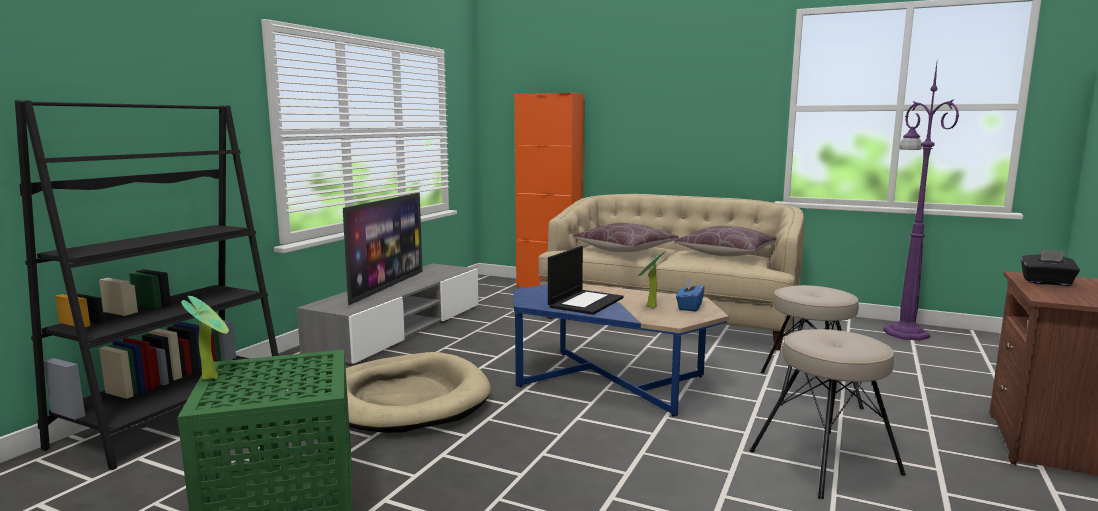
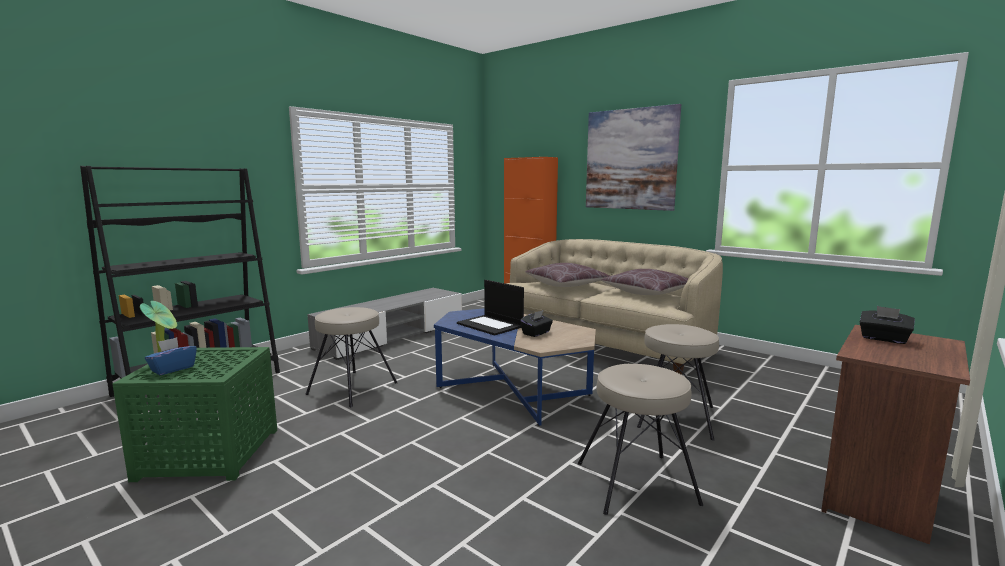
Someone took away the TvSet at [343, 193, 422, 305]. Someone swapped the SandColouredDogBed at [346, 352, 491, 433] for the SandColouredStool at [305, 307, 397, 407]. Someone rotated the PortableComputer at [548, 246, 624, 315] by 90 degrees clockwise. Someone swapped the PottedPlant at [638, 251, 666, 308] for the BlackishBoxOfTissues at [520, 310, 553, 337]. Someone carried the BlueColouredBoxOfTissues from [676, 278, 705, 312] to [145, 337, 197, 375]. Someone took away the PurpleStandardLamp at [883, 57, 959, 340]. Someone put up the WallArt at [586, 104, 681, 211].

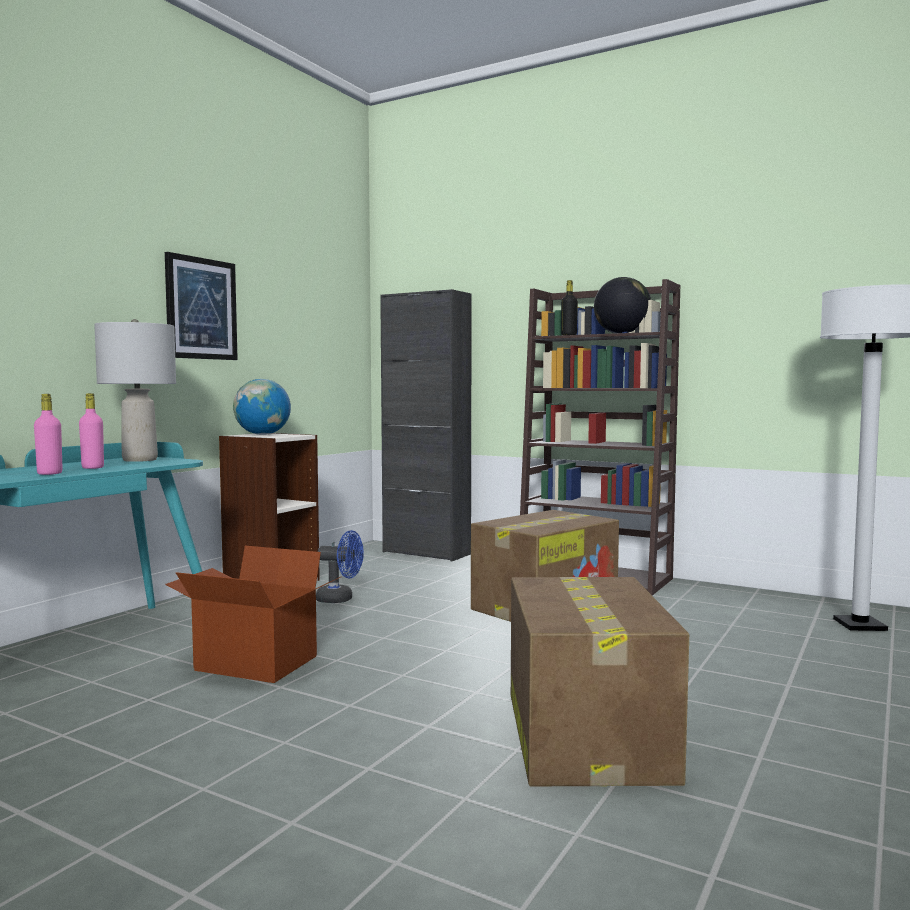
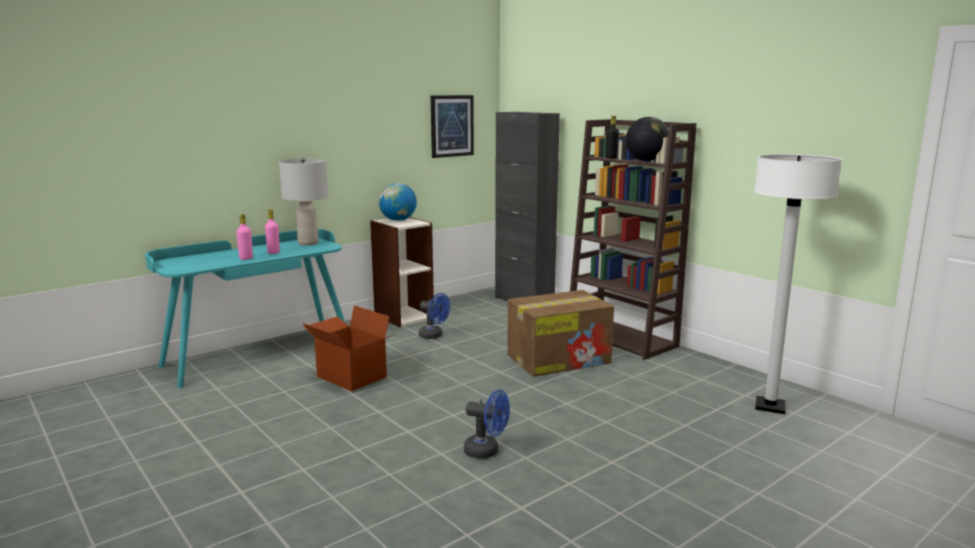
Someone carried the WallArt from [165, 252, 238, 360] to [431, 95, 474, 158]. Someone swapped the Carton at [511, 577, 689, 786] for the BlueColouredCoolingFan at [464, 389, 510, 459].

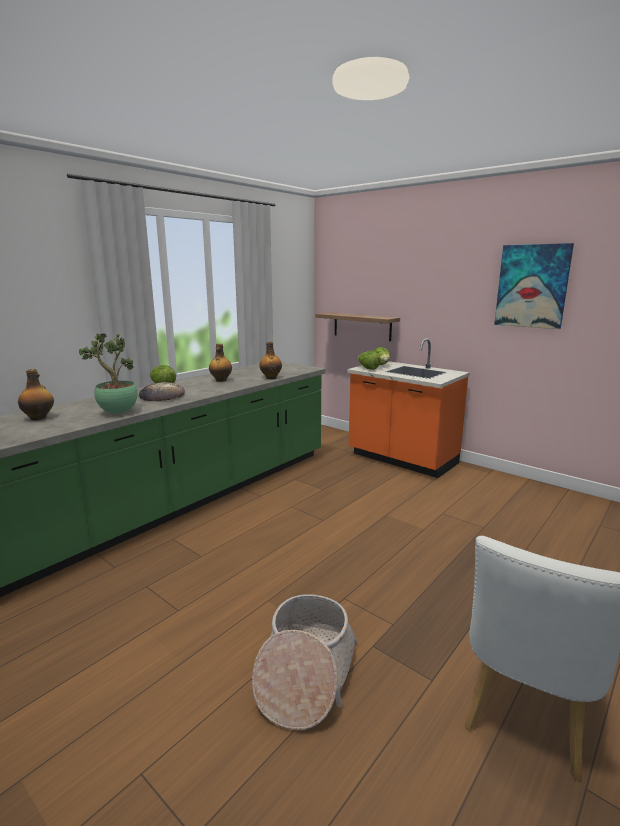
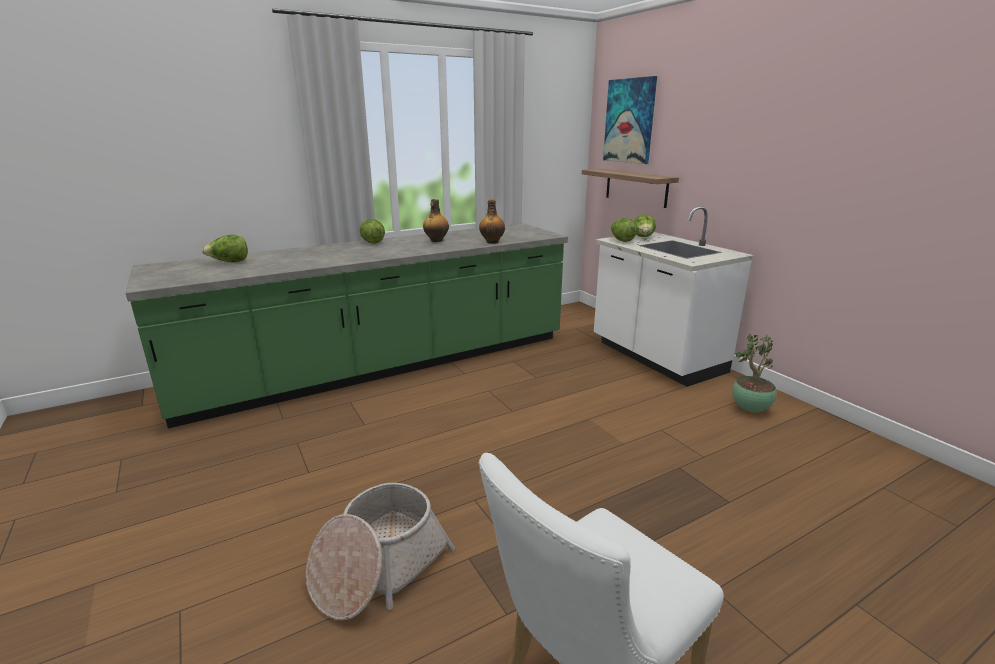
Someone swapped the Bottle at [18, 369, 54, 420] for the LettuceHead at [202, 235, 248, 263]. Someone carried the PottedPlant from [79, 333, 138, 414] to [732, 334, 776, 412]. Someone took away the BakeryBread at [139, 382, 185, 401]. Someone repainted the OrangeyKitchenCounter at [347, 338, 470, 478], which became the WhitishKitchenCounter at [594, 206, 754, 387]. Someone carried the WallArt from [494, 243, 574, 329] to [603, 76, 657, 164].

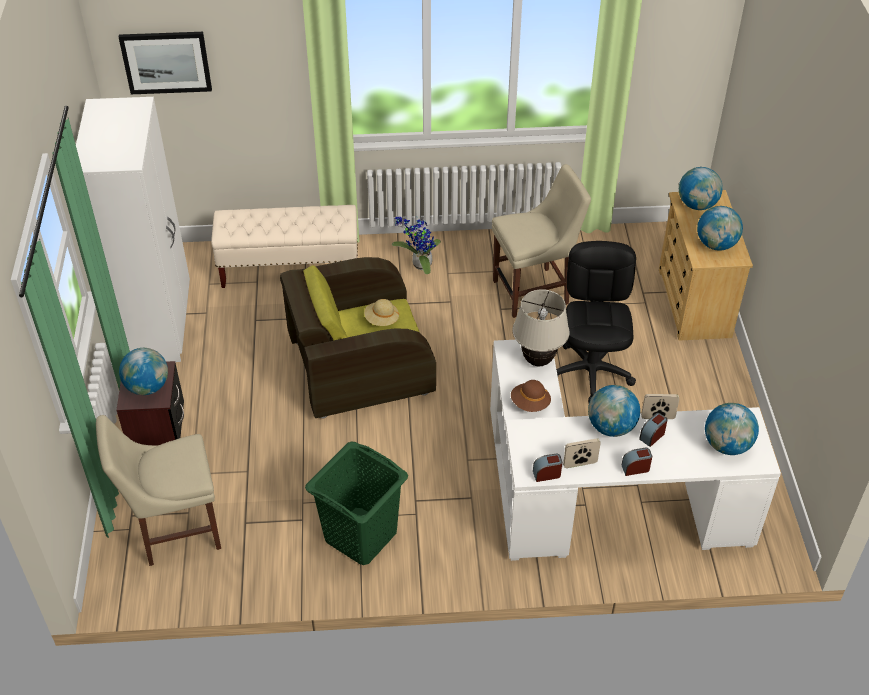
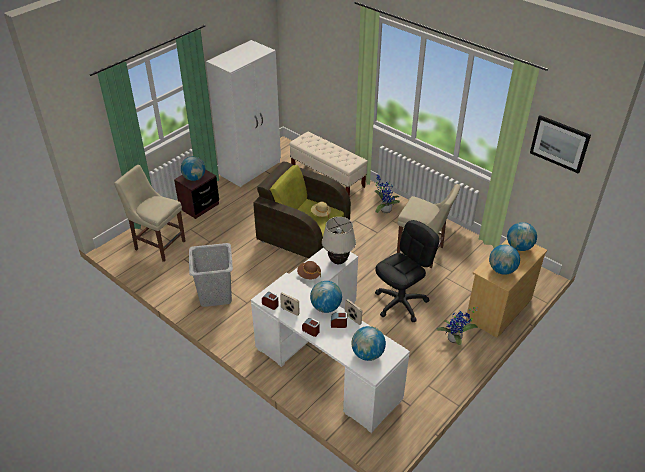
Someone carried the WallArt from [119, 32, 212, 94] to [530, 115, 591, 173]. Someone repainted the GreenishWashingBasket at [305, 442, 408, 565], which became the GreyWashingBasket at [189, 243, 233, 307]. Someone put down the PottedPlant at [436, 307, 478, 345].

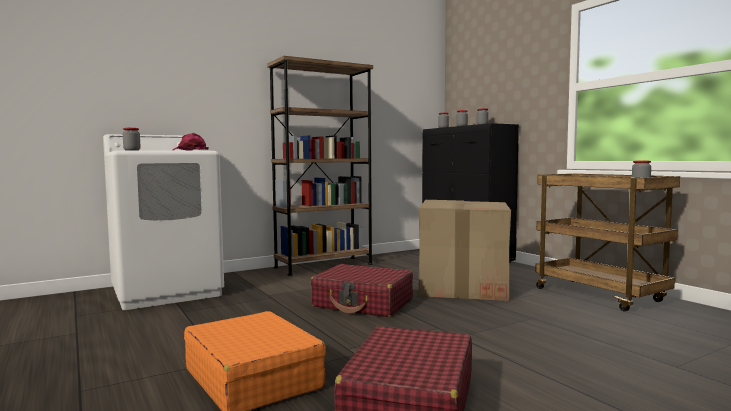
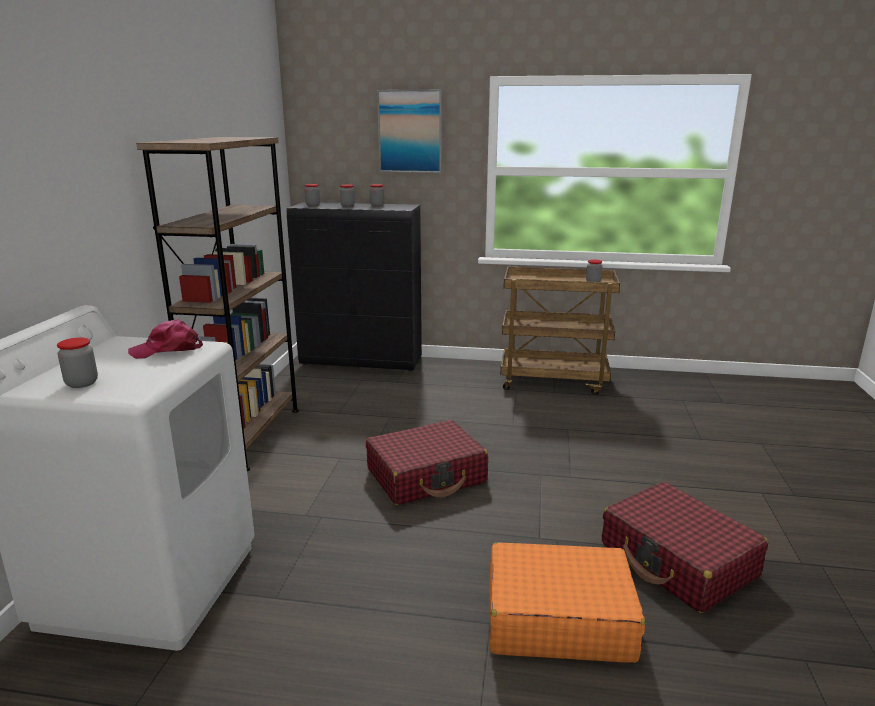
Someone took away the Carton at [418, 200, 511, 301]. Someone put up the WallArt at [377, 89, 442, 173].

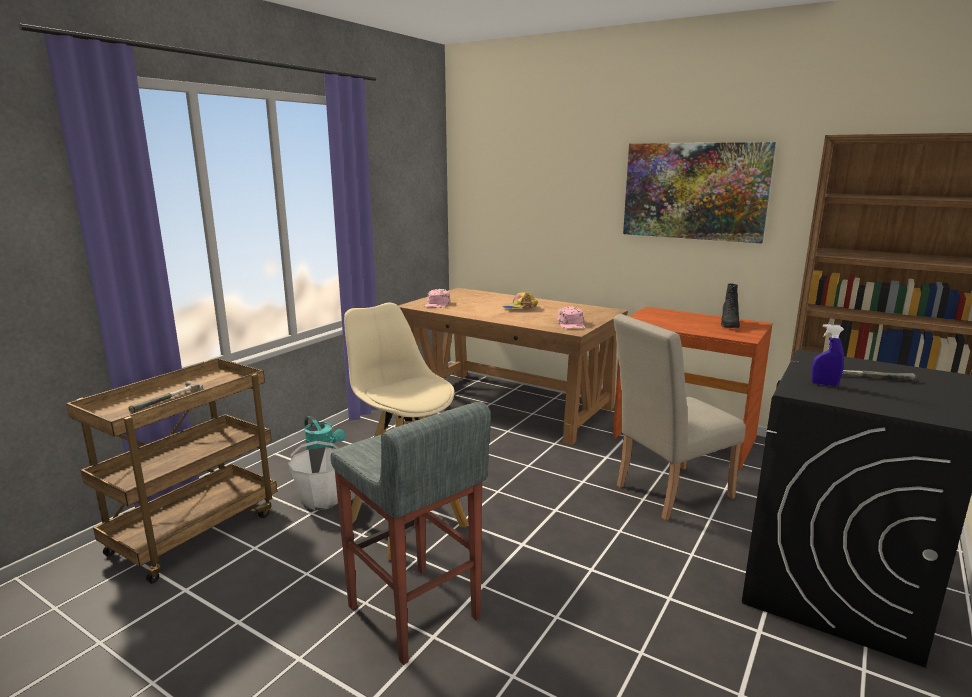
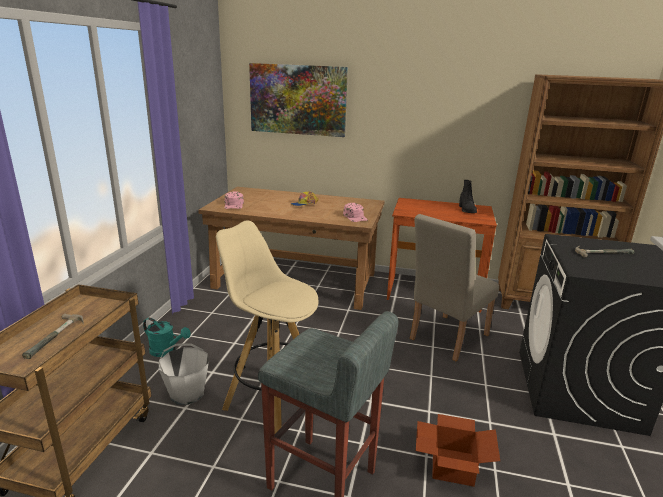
Someone carried the WallArt from [623, 142, 776, 243] to [249, 63, 348, 137]. Someone took away the BlueColouredSprayBottle at [811, 324, 844, 386]. Someone put down the Carton at [416, 414, 500, 487].

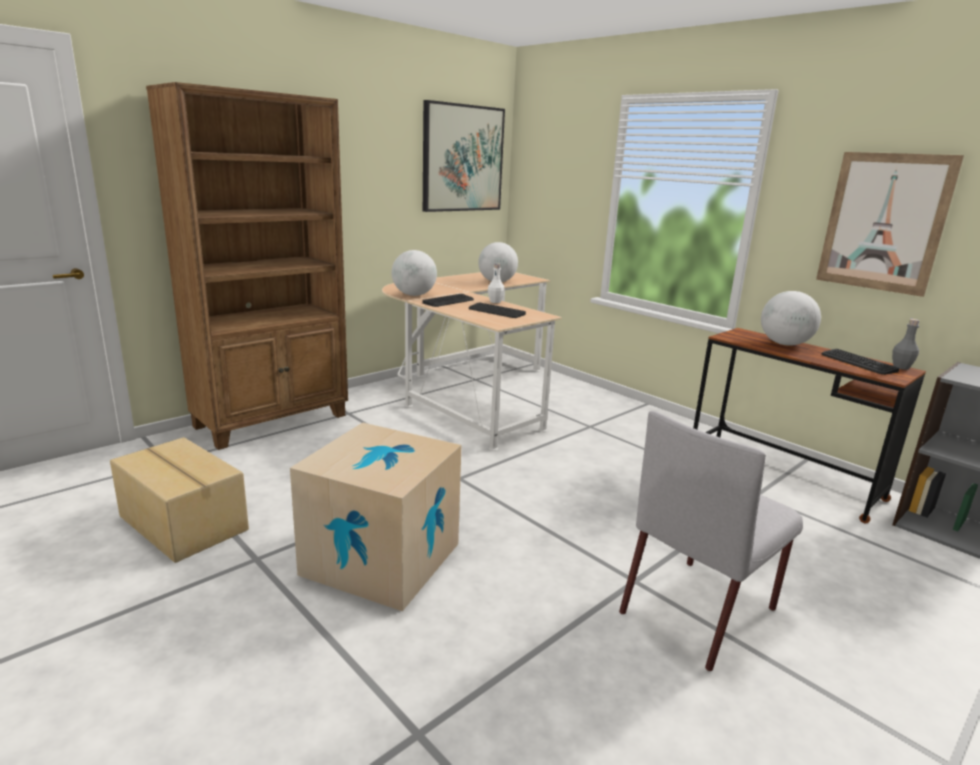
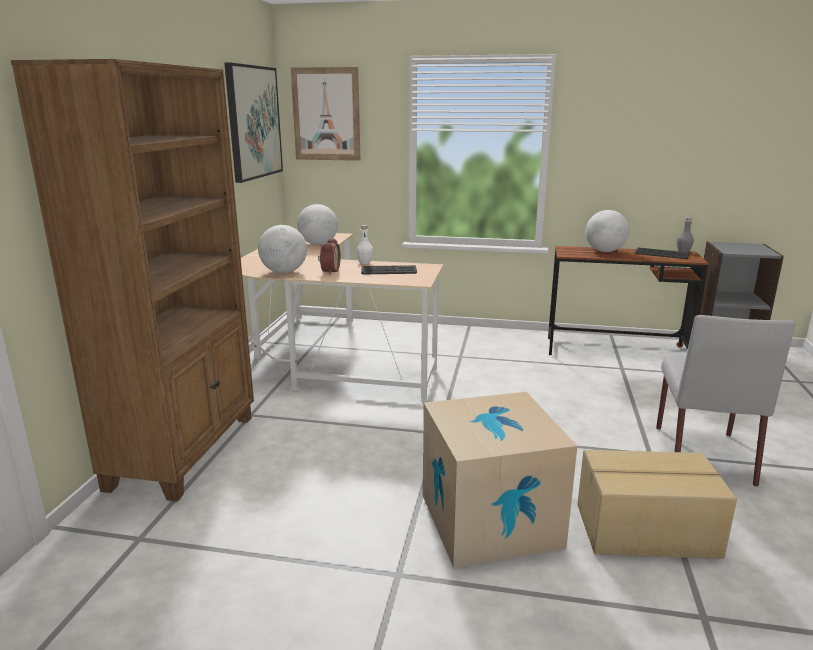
Someone carried the Carton from [110, 437, 249, 563] to [577, 450, 737, 559]. Someone swapped the Keyboard at [423, 294, 474, 307] for the BedsideClock at [318, 238, 341, 274]. Someone carried the WallArt from [816, 152, 964, 297] to [291, 67, 361, 161].

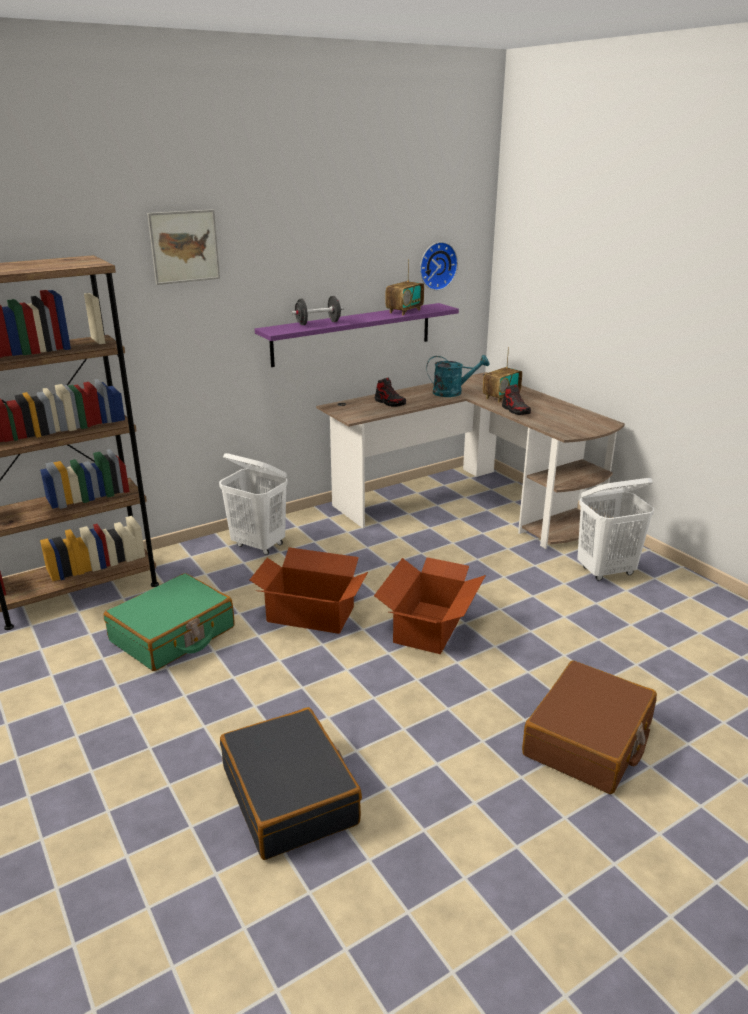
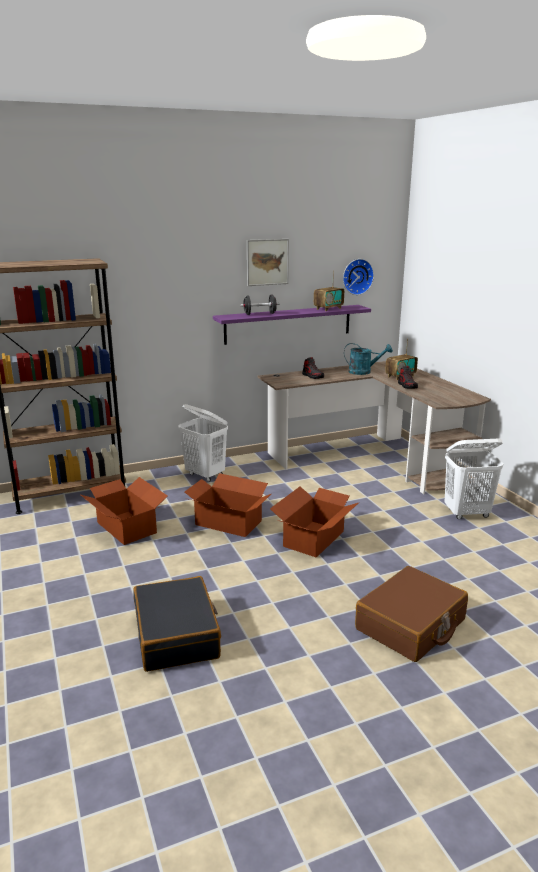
Someone swapped the GreenishPieceOfLuggage at [103, 573, 235, 671] for the Carton at [81, 477, 168, 545]. Someone carried the WallArt from [147, 209, 220, 285] to [247, 239, 289, 286].

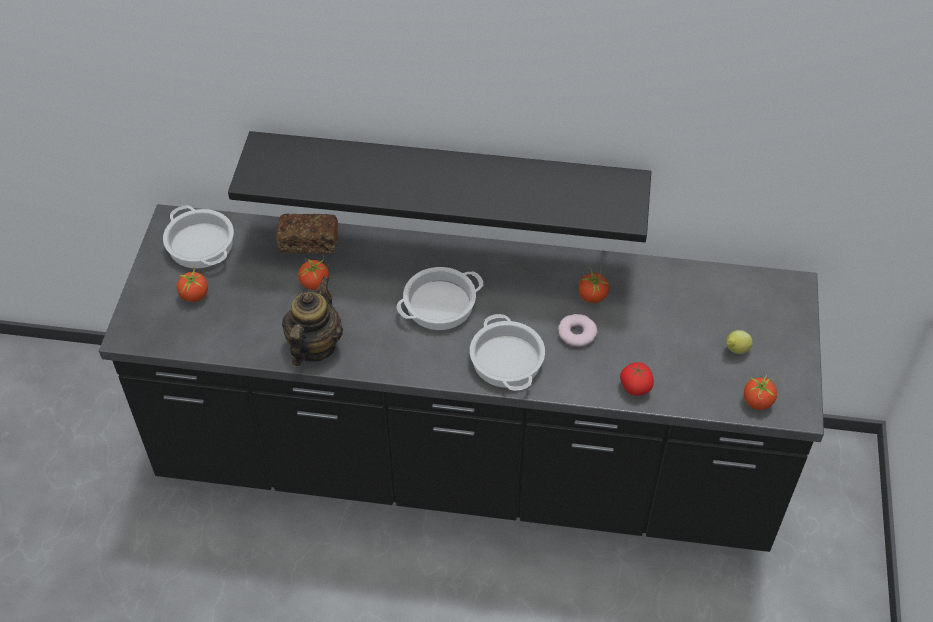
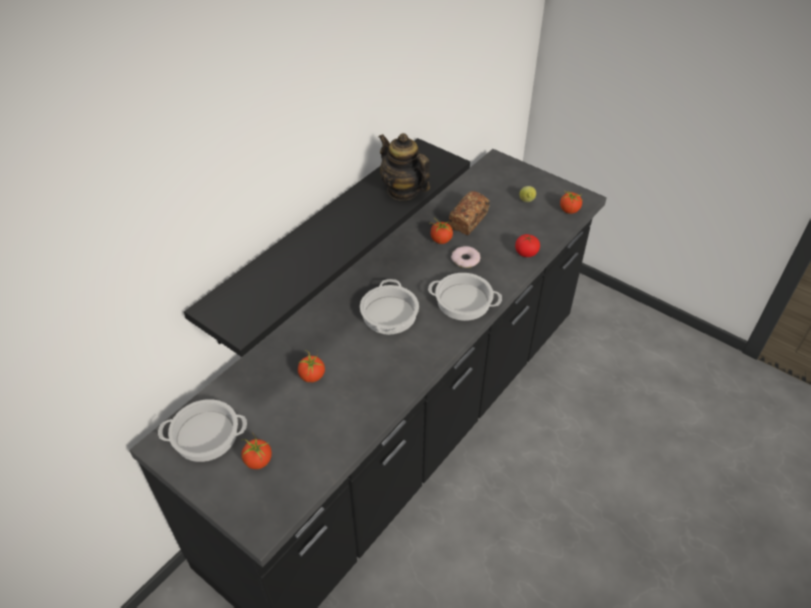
Someone carried the BakeryBread from [276, 213, 338, 253] to [449, 191, 490, 235]. Someone carried the PotForTea from [282, 277, 343, 366] to [379, 133, 430, 201].

